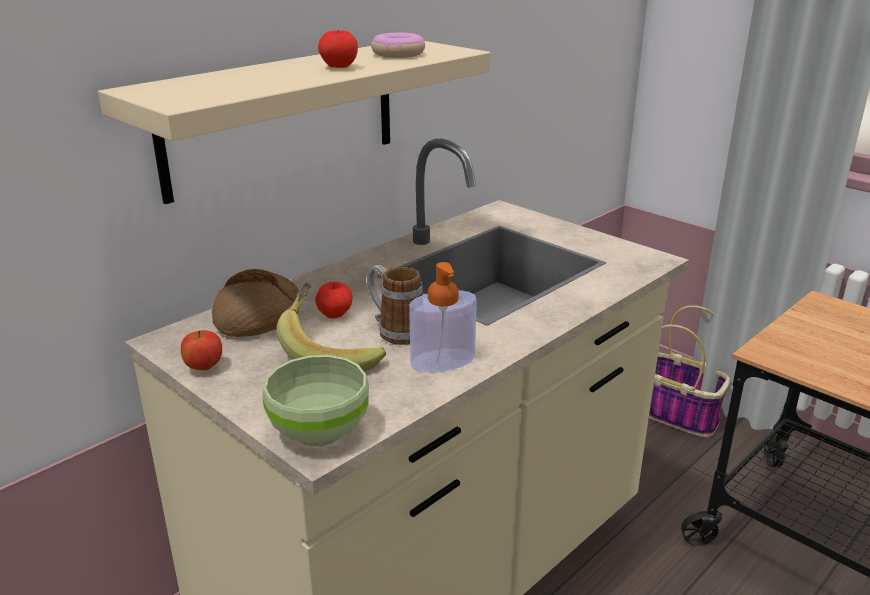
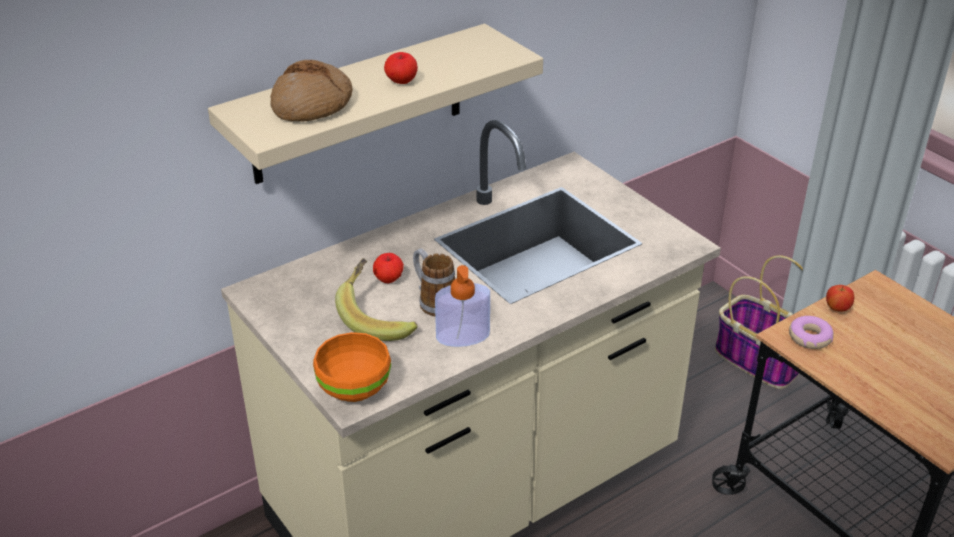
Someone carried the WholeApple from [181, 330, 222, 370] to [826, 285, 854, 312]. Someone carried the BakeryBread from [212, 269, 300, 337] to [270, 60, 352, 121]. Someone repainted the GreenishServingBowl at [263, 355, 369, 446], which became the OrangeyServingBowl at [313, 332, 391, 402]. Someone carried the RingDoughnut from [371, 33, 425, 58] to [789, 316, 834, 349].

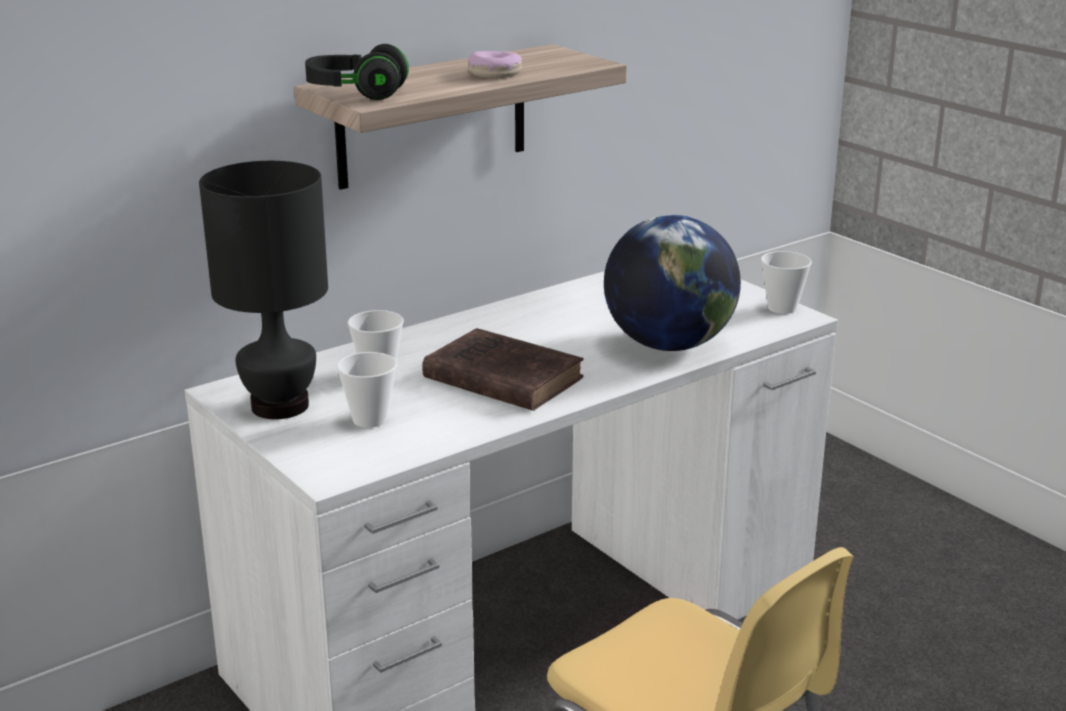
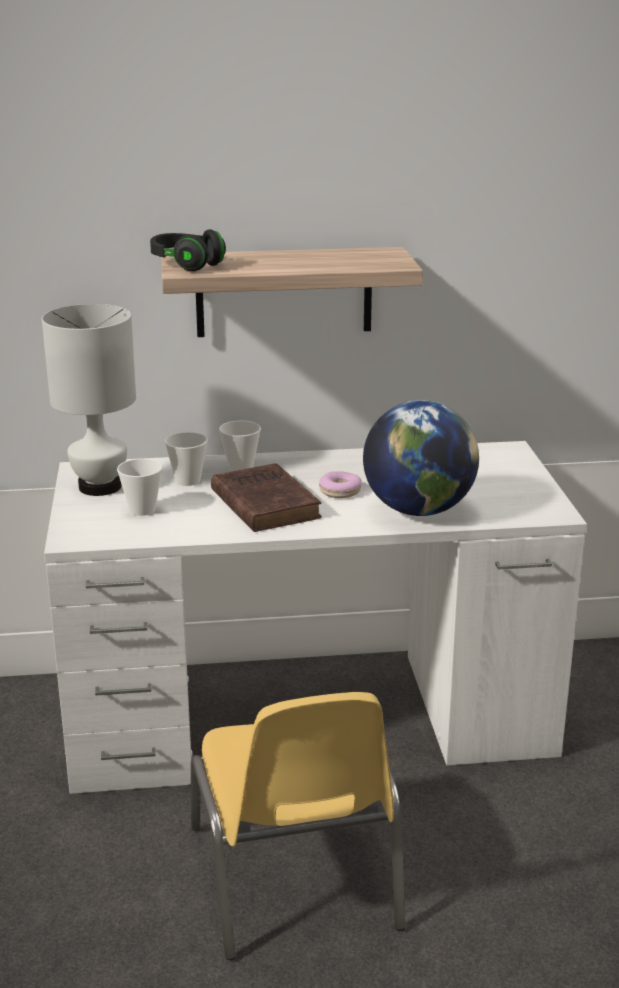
Someone repainted the BlackishTableLamp at [199, 161, 328, 419], which became the WhitishTableLamp at [42, 304, 136, 496]. Someone carried the RingDoughnut from [468, 51, 522, 78] to [319, 471, 362, 498]. Someone carried the SmallCup from [761, 251, 812, 314] to [219, 421, 261, 471].

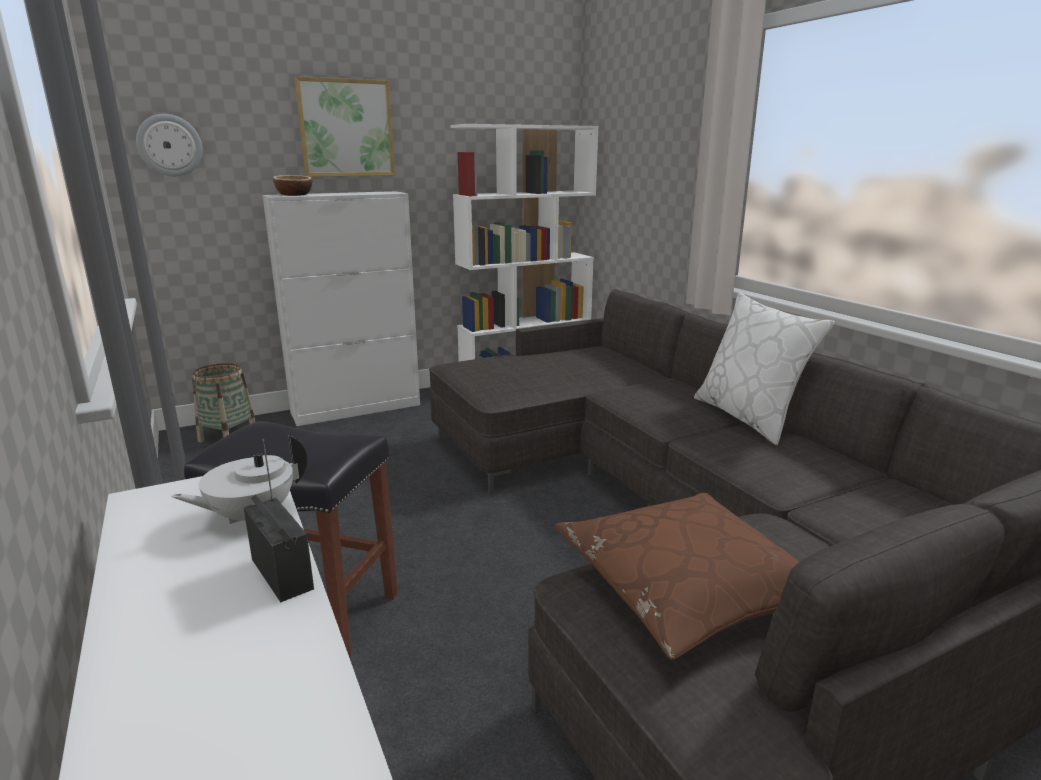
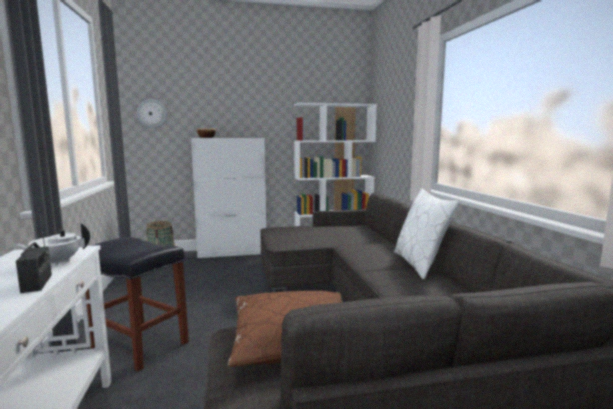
Someone took away the WallArt at [294, 76, 395, 177].

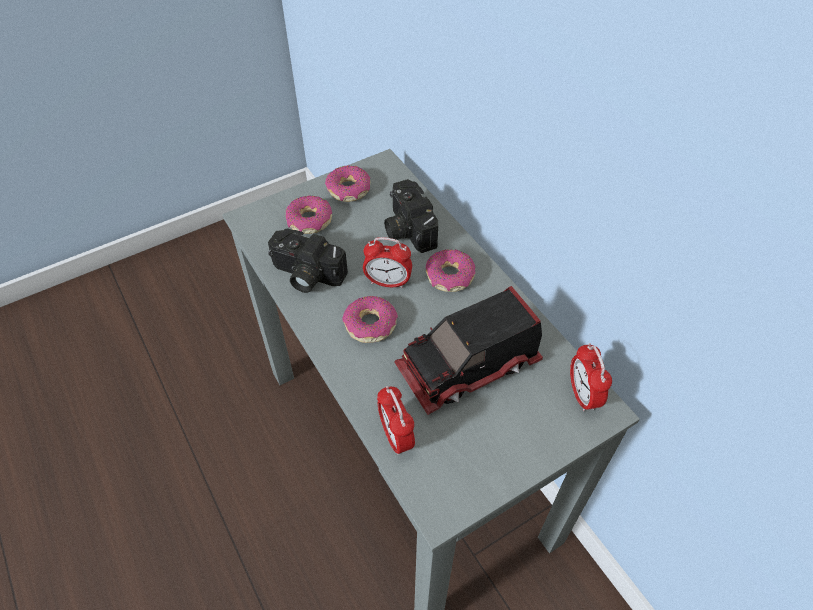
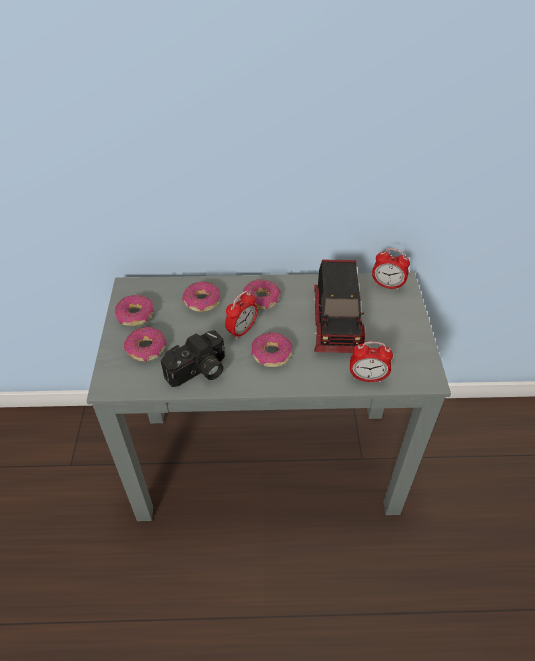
Someone swapped the PhotoCamera at [384, 179, 438, 253] for the RingDoughnut at [182, 282, 221, 312].

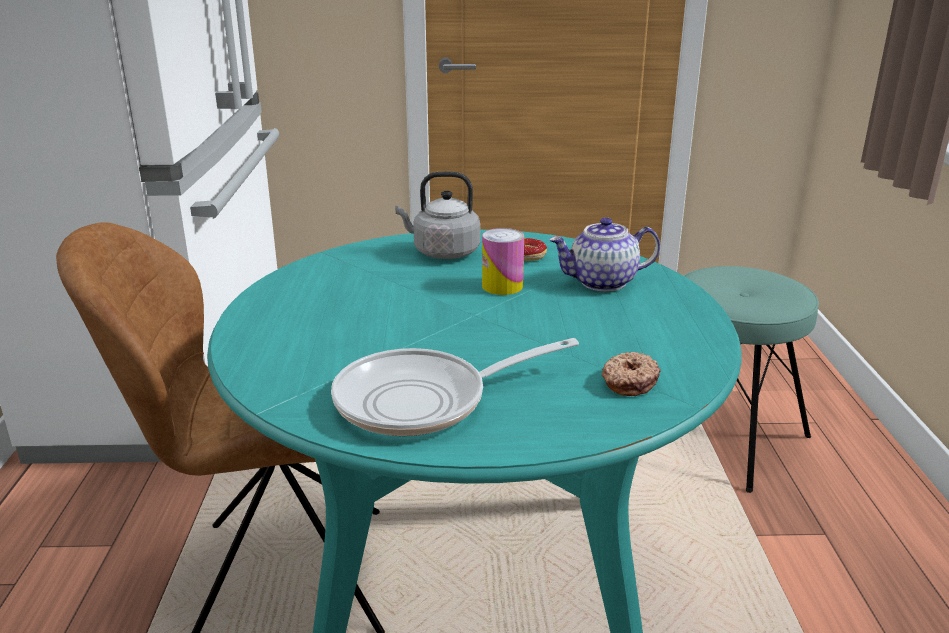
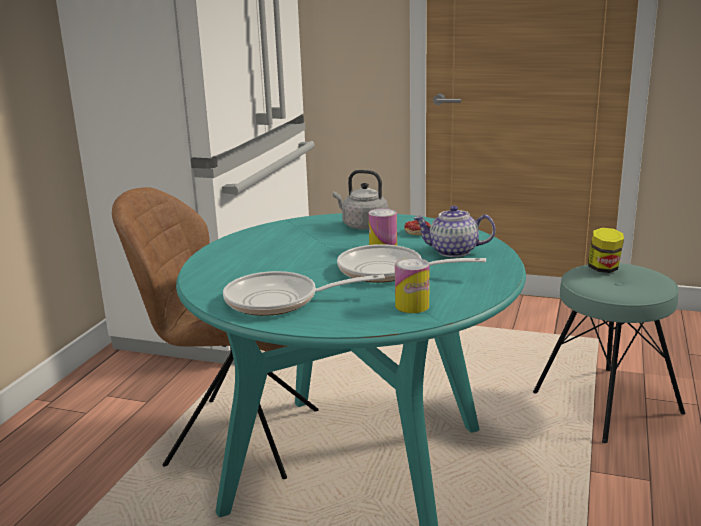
Someone swapped the RingDoughnut at [602, 352, 661, 396] for the MetalCan at [395, 258, 430, 313]. Someone put down the Skillet at [337, 244, 486, 283]. Someone put down the Jar at [588, 228, 624, 273].

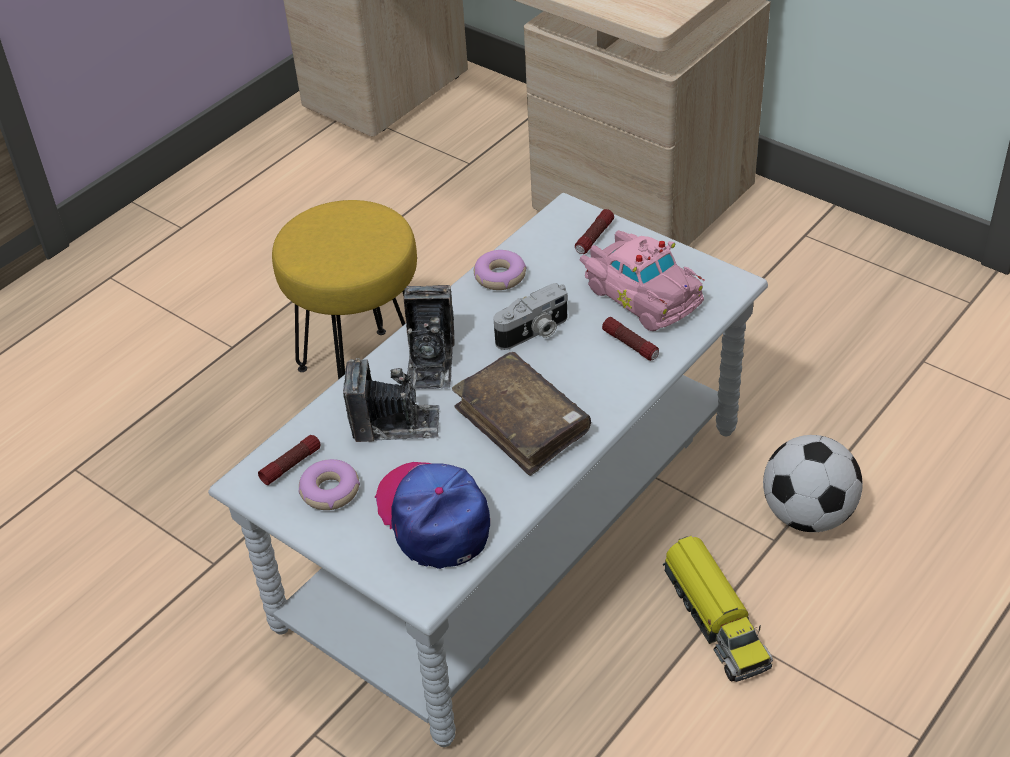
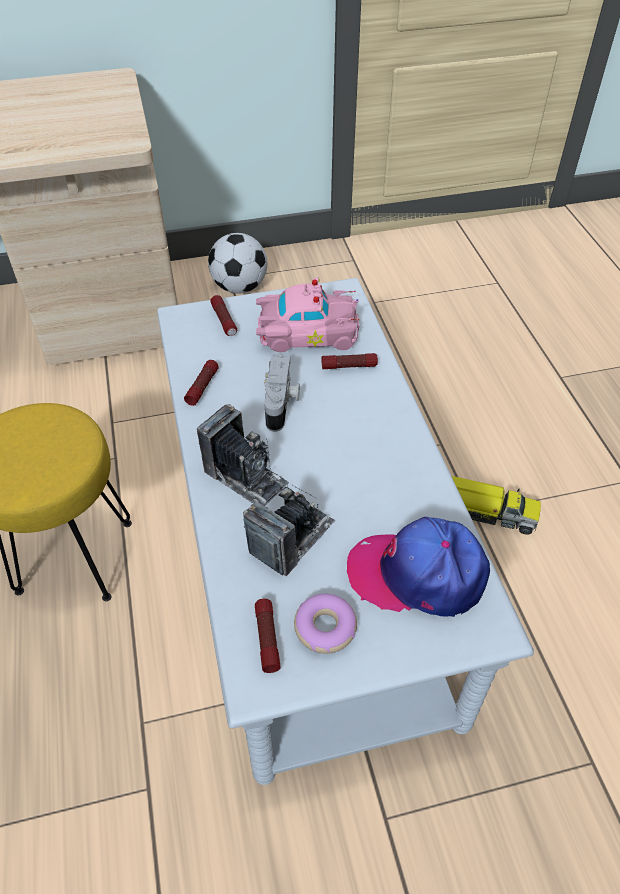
Someone took away the BrownColouredVolume at [452, 352, 591, 476]. Someone swapped the RingDoughnut at [474, 250, 527, 290] for the HandTorch at [184, 360, 219, 406]. Someone carried the BallForFootball from [763, 435, 863, 532] to [208, 233, 267, 294].

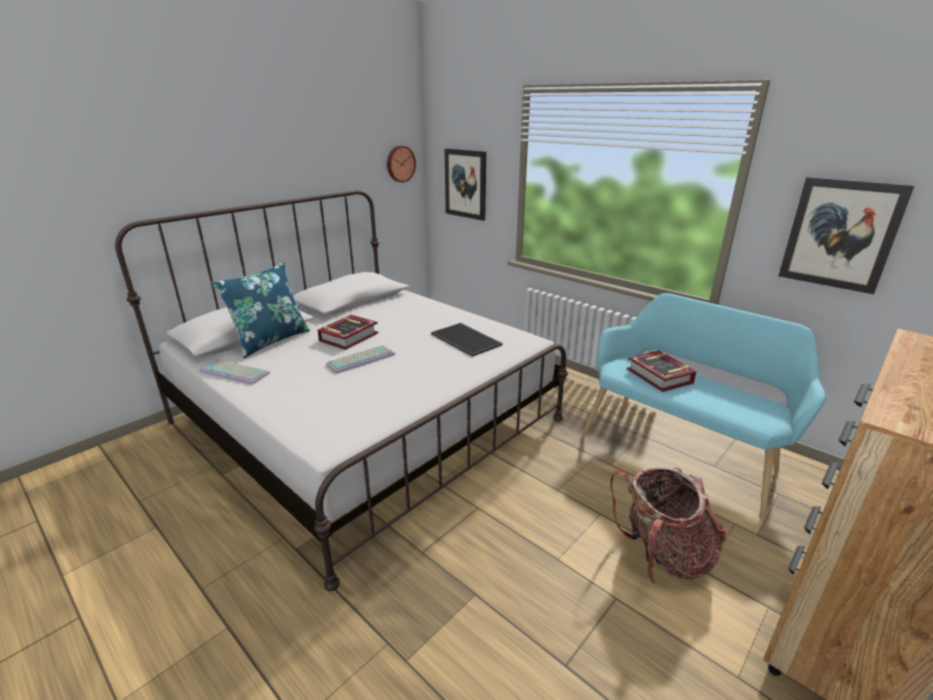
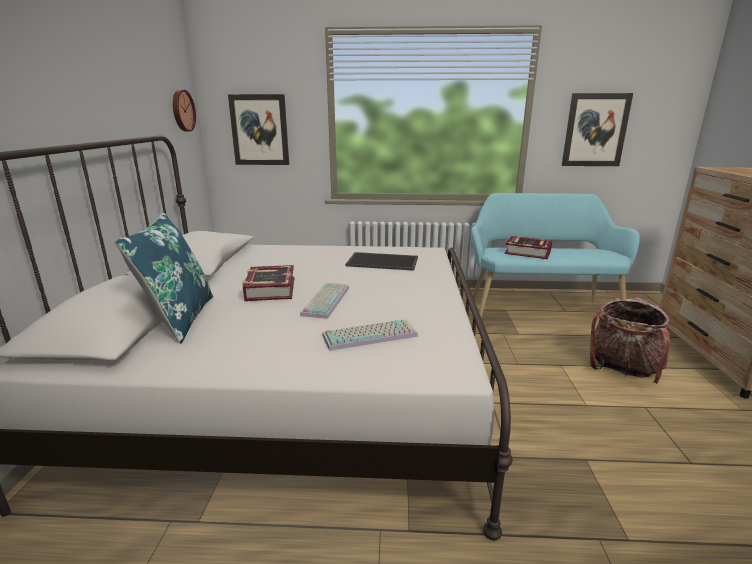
Someone carried the Keyboard from [199, 359, 270, 385] to [322, 319, 418, 351].

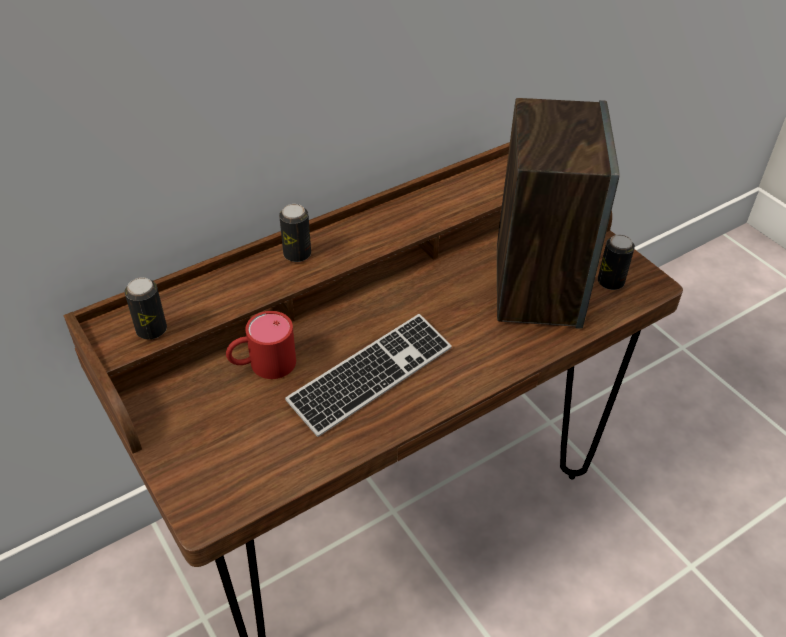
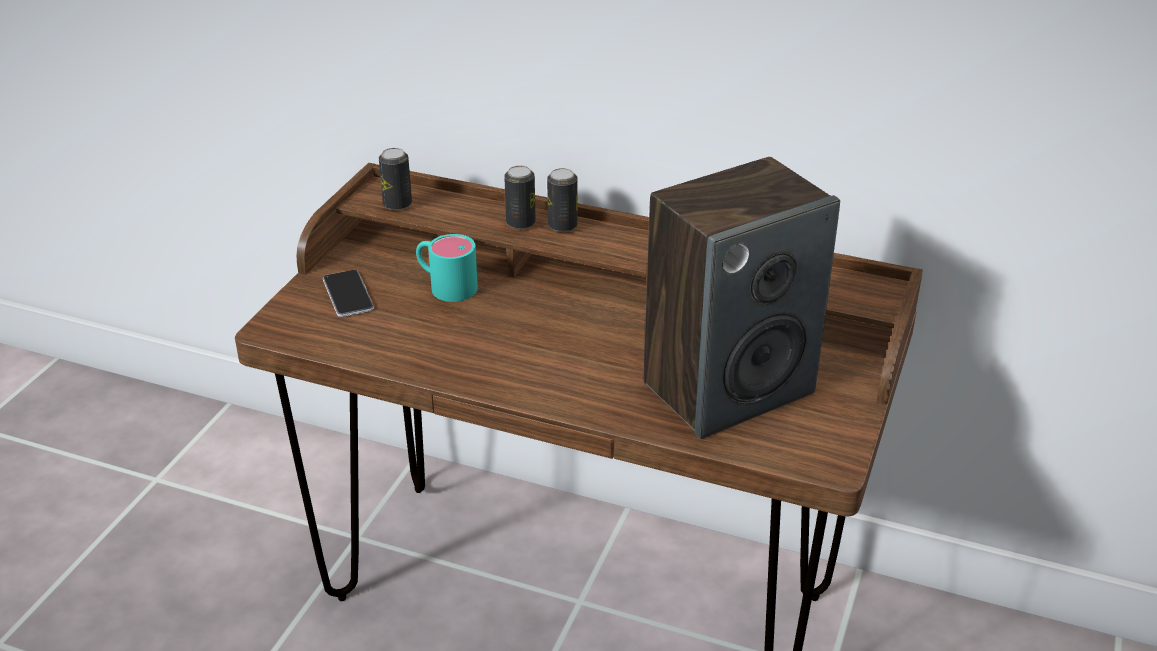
Someone repainted the ReddishCoffeeMug at [226, 311, 296, 379], which became the BlueGreenCoffeeMug at [416, 234, 478, 302]. Someone took away the Keyboard at [285, 314, 452, 437]. Someone carried the MetalCan from [598, 235, 635, 290] to [504, 166, 536, 229]. Someone put down the Phone at [323, 270, 374, 317].

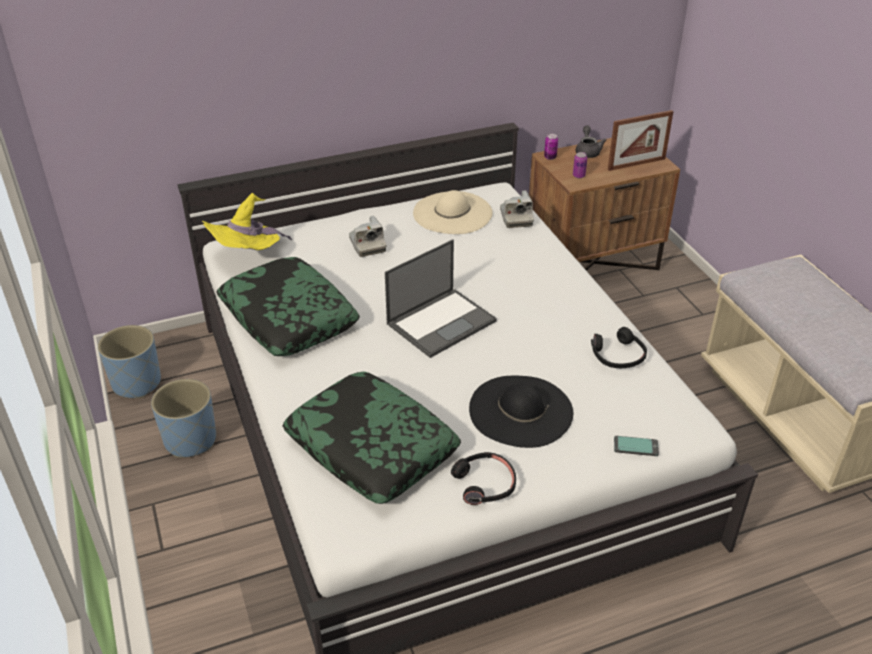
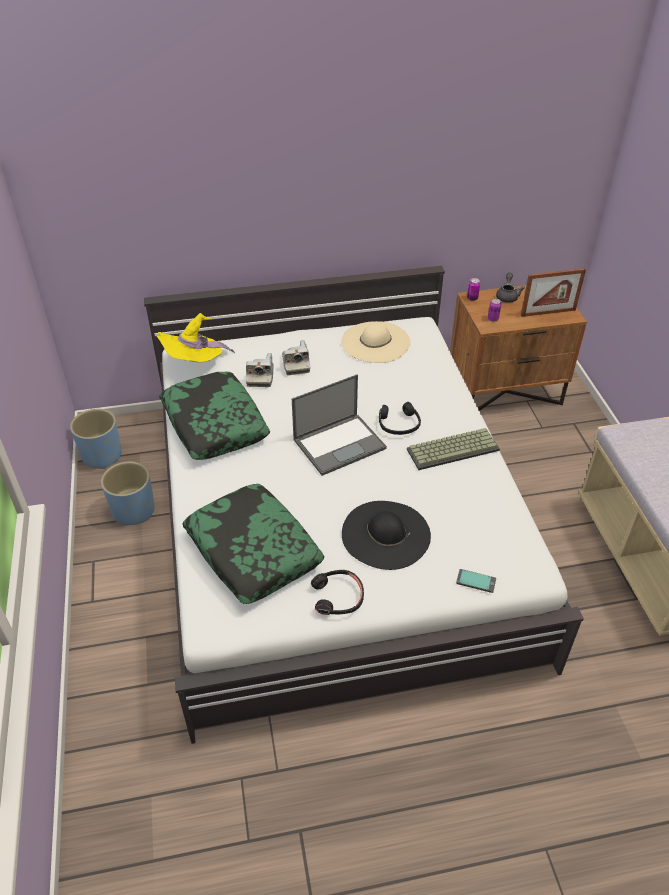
Someone carried the PhotoCamera from [500, 190, 534, 228] to [246, 353, 274, 387]. Someone carried the BlackishHeadset from [591, 327, 647, 368] to [379, 402, 421, 435]. Someone put down the Keyboard at [407, 428, 500, 470].

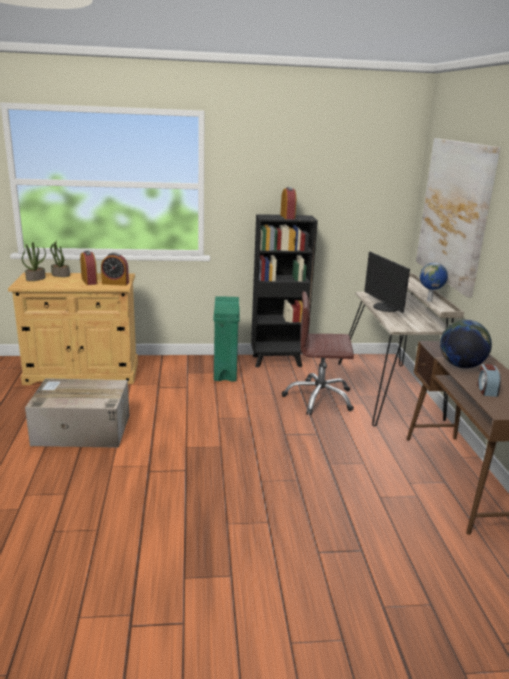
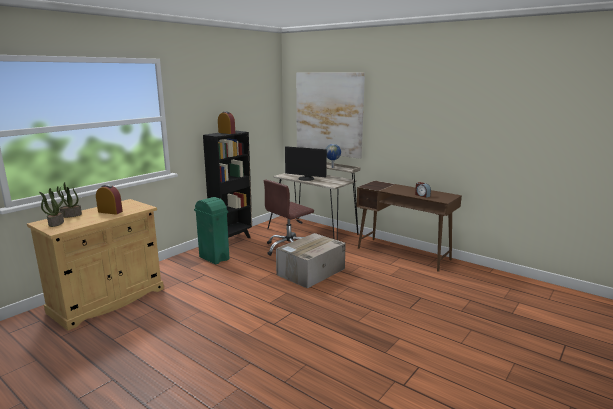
Someone carried the Carton from [25, 378, 129, 448] to [276, 233, 346, 289]. Someone took away the BedsideClock at [101, 253, 129, 286]. Someone took away the WorldGlobe at [440, 320, 492, 368].

